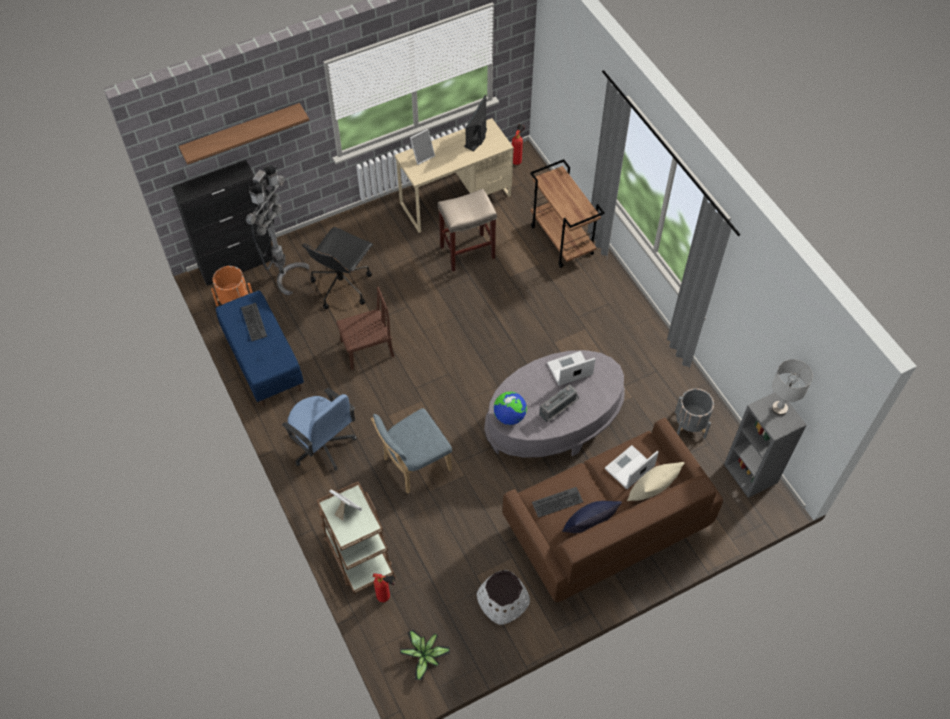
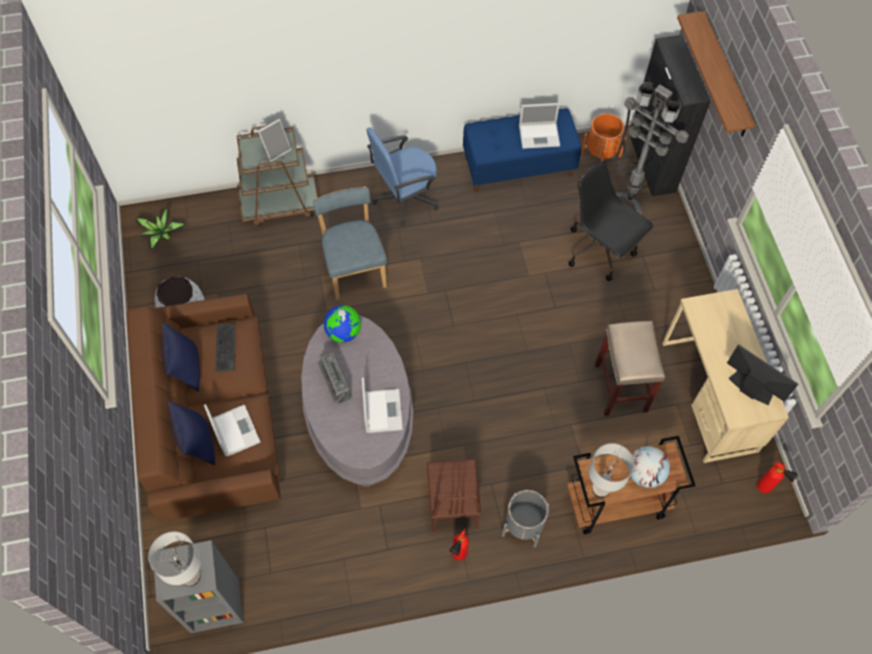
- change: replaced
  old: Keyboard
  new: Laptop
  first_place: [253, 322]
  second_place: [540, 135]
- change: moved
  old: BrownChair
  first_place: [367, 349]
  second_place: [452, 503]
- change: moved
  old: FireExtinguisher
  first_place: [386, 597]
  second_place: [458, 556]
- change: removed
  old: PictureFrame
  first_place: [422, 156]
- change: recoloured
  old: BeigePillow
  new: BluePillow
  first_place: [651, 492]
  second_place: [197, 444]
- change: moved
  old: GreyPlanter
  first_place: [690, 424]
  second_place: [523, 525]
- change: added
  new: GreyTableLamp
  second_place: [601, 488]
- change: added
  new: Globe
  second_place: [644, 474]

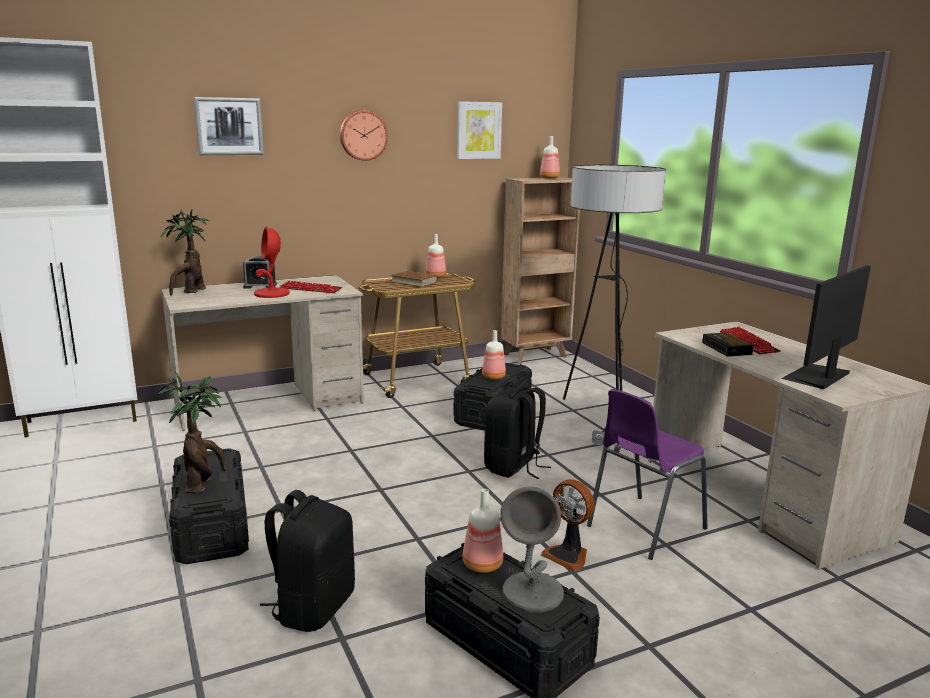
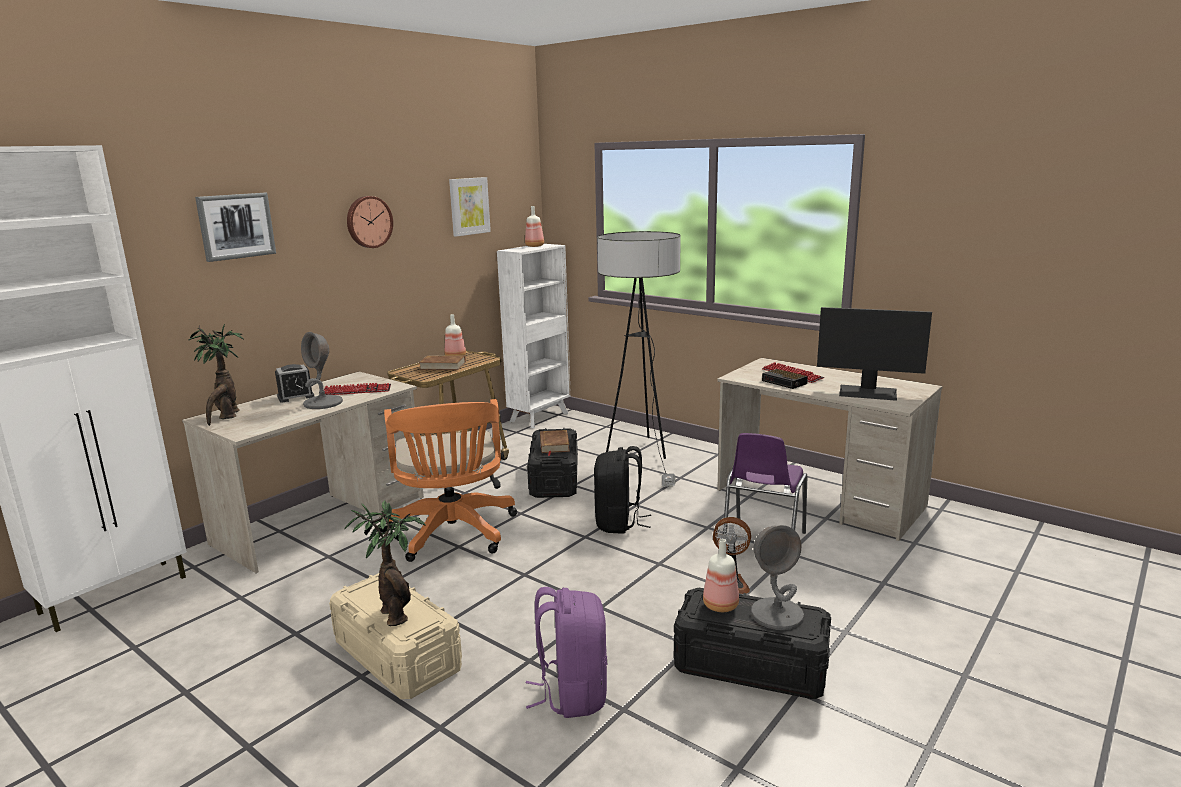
- change: recoloured
  old: BlackStorageBox
  new: BeigeStorageBox
  first_place: [211, 526]
  second_place: [397, 656]
- change: recoloured
  old: RedTableLamp
  new: GreyTableLamp
  first_place: [272, 294]
  second_place: [323, 403]
- change: recoloured
  old: BlackBackpack
  new: PurpleBackpack
  first_place: [313, 607]
  second_place: [572, 693]
- change: replaced
  old: Bottle
  new: BrownBook
  first_place: [493, 377]
  second_place: [554, 445]
- change: recoloured
  old: BrownBookcase
  new: WhiteBookcase
  first_place: [536, 355]
  second_place: [540, 417]
- change: turned
  old: Monitor
  first_place: [817, 376]
  second_place: [868, 393]
  degrees: -90
- change: added
  new: OrangeOfficeChair
  second_place: [453, 534]

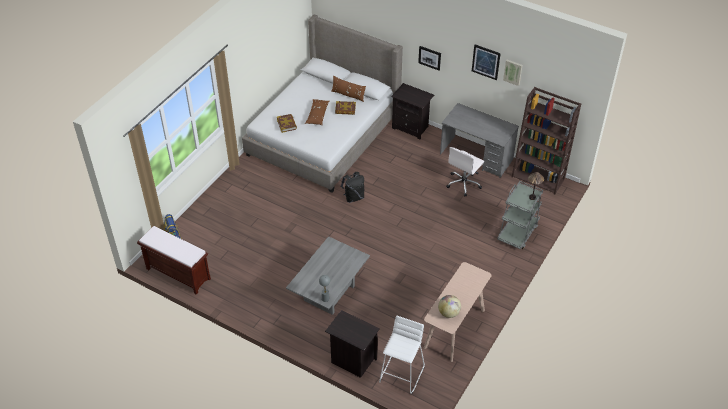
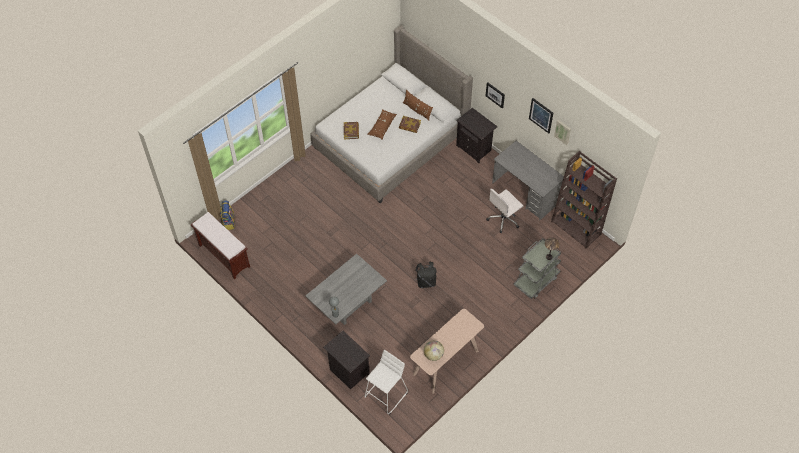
- change: moved
  old: BlackBackpack
  first_place: [353, 197]
  second_place: [426, 282]

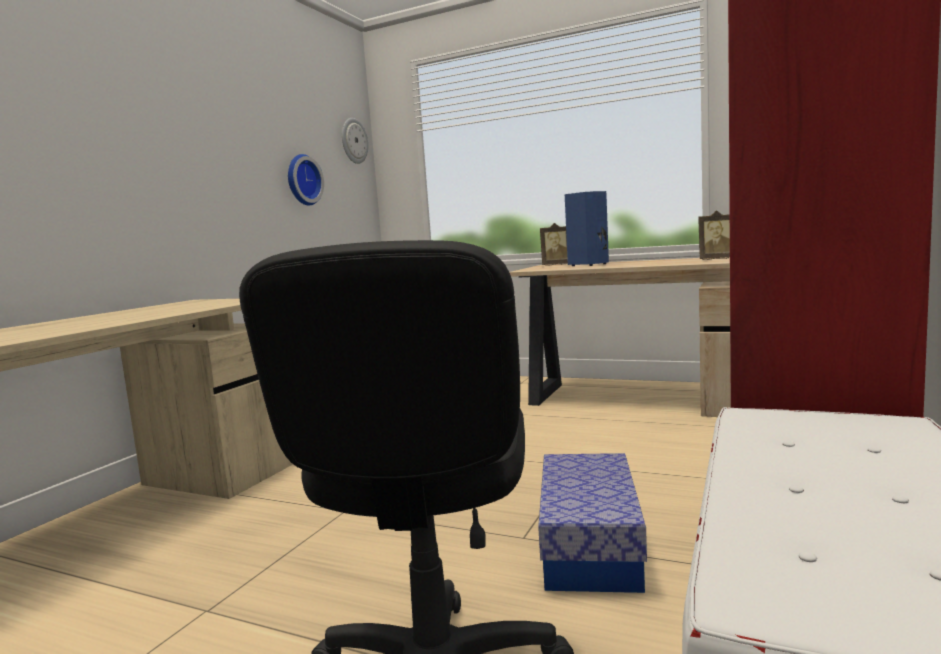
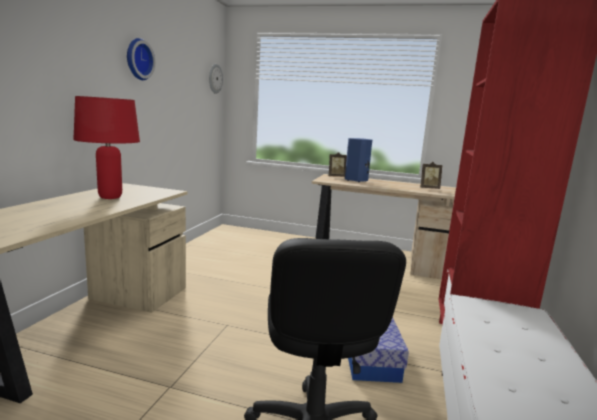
- change: moved
  old: WallClock
  first_place: [302, 180]
  second_place: [137, 59]
- change: added
  new: RedTableLamp
  second_place: [110, 197]

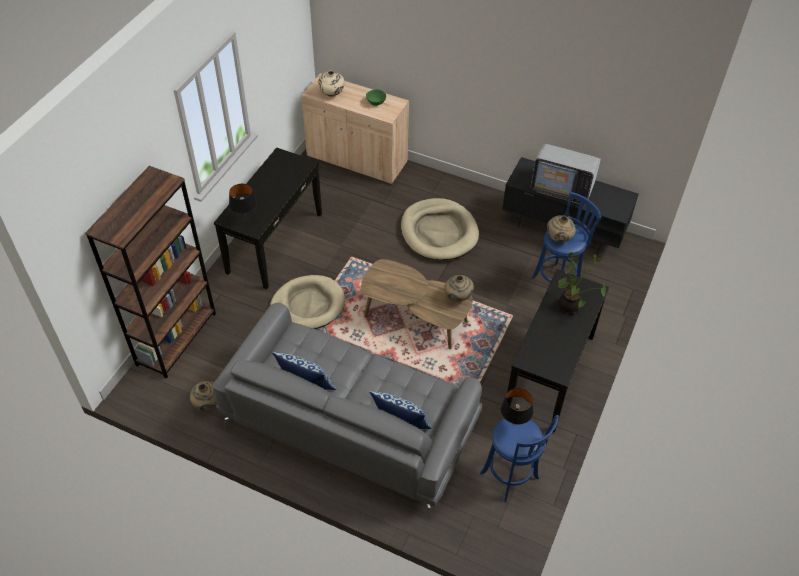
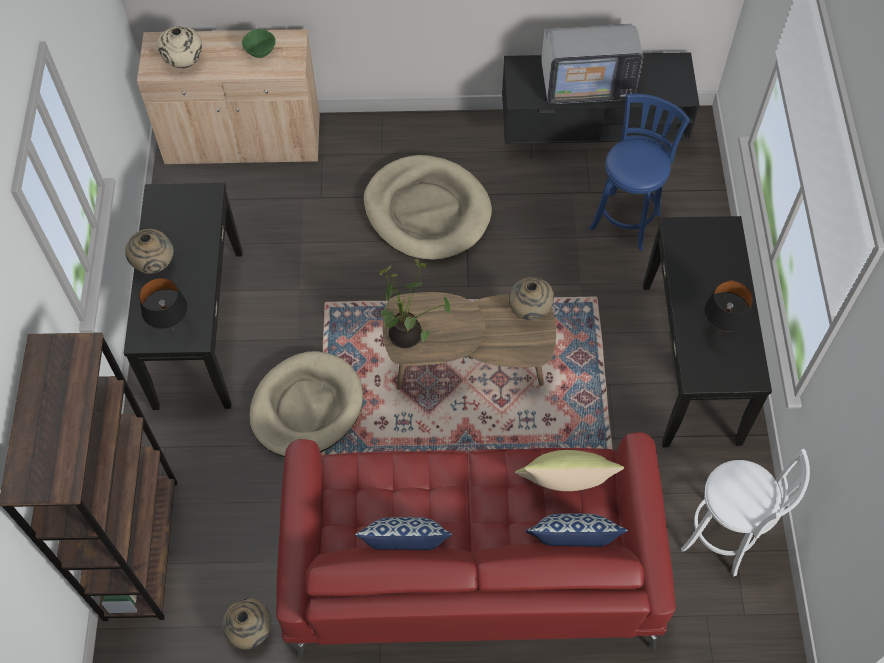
- change: recoloured
  old: GreySofa
  new: RedSofa
  first_place: [349, 423]
  second_place: [469, 562]
- change: recoloured
  old: BlueStool
  new: WhiteStool
  first_place: [511, 478]
  second_place: [724, 537]
- change: moved
  old: BlackTableLamp
  first_place: [513, 425]
  second_place: [718, 332]
- change: moved
  old: BeigeVase
  first_place: [558, 239]
  second_place: [154, 265]
- change: moved
  old: PottedPlant
  first_place: [571, 307]
  second_place: [408, 334]
- change: added
  new: YellowPillow
  second_place: [564, 485]

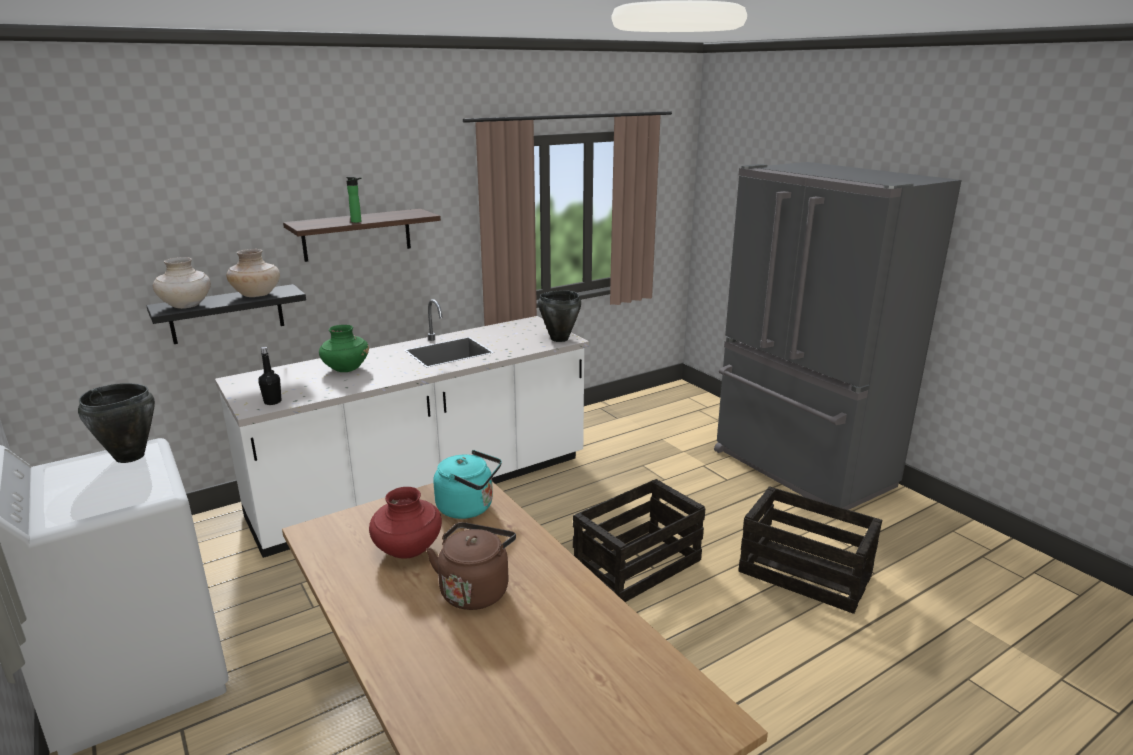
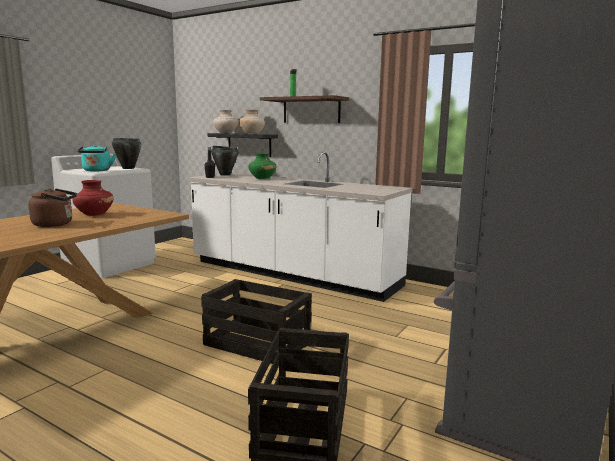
- change: moved
  old: TurquoiseKettle
  first_place: [469, 508]
  second_place: [96, 171]
- change: moved
  old: BlackCookingPot
  first_place: [559, 339]
  second_place: [225, 175]

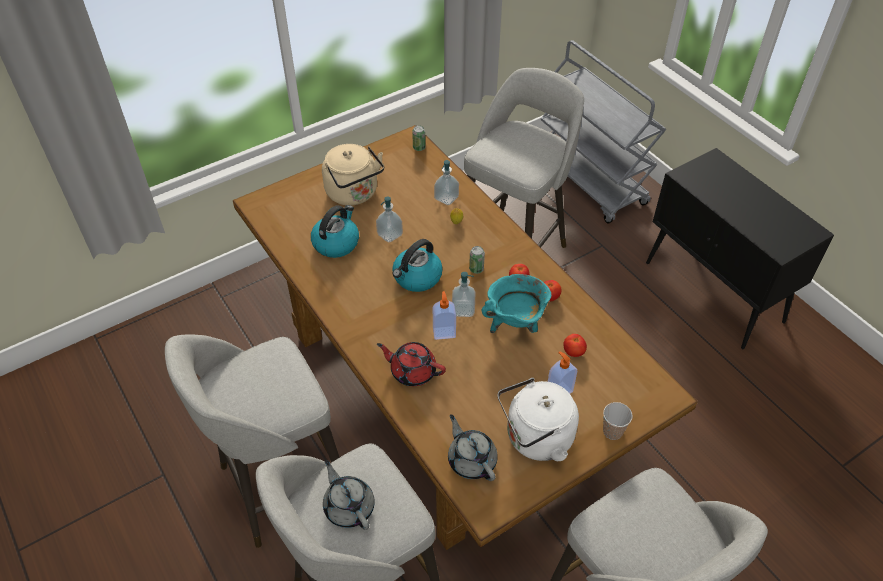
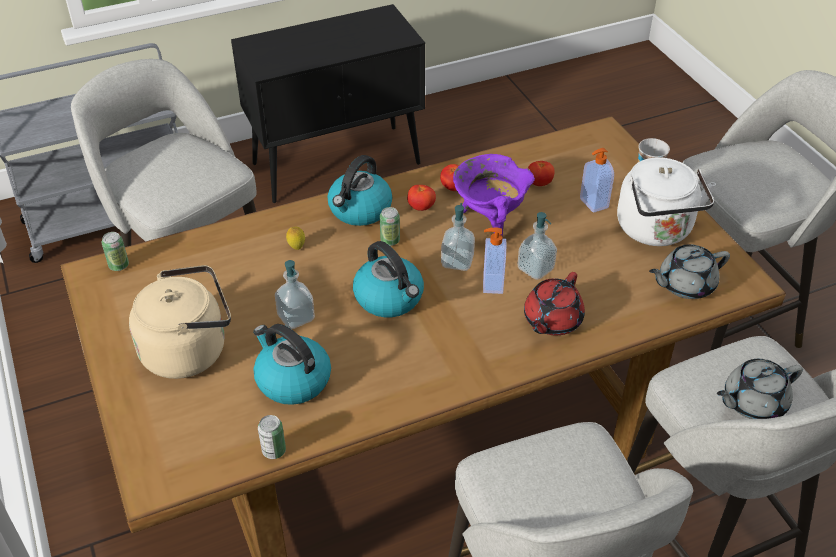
- change: moved
  old: SoapDispenser
  first_place: [446, 198]
  second_place: [535, 269]
- change: recoloured
  old: TurquoiseCookingPot
  new: PurpleCookingPot
  first_place: [515, 324]
  second_place: [490, 221]
- change: added
  new: Can
  second_place: [274, 451]
- change: added
  new: Kettle
  second_place: [360, 210]

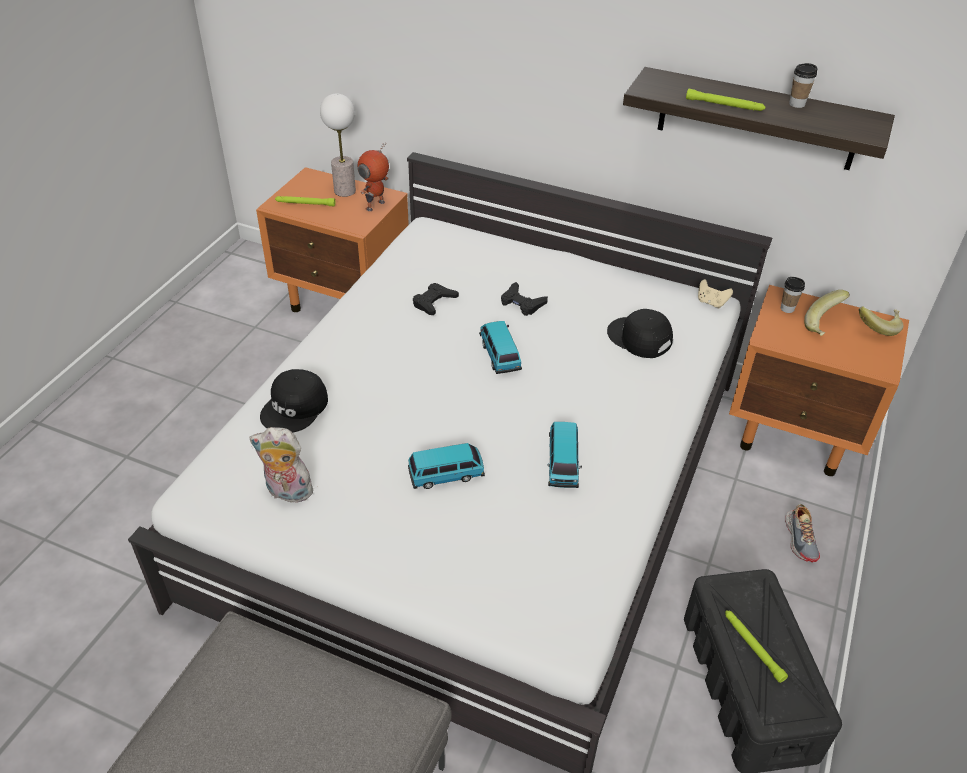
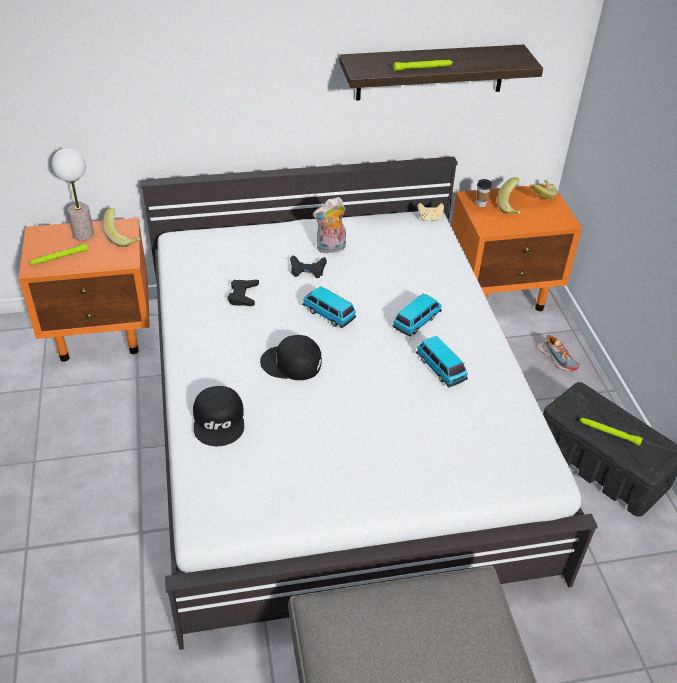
- change: moved
  old: PlushToy
  first_place: [287, 493]
  second_place: [331, 249]
- change: replaced
  old: ToyRobot
  new: Banana
  first_place: [376, 206]
  second_place: [123, 237]
- change: moved
  old: ToyCar
  first_place: [446, 475]
  second_place: [416, 321]
- change: moved
  old: BlackCap
  first_place: [639, 338]
  second_place: [291, 363]
- change: removed
  old: Cup
  first_place: [797, 104]

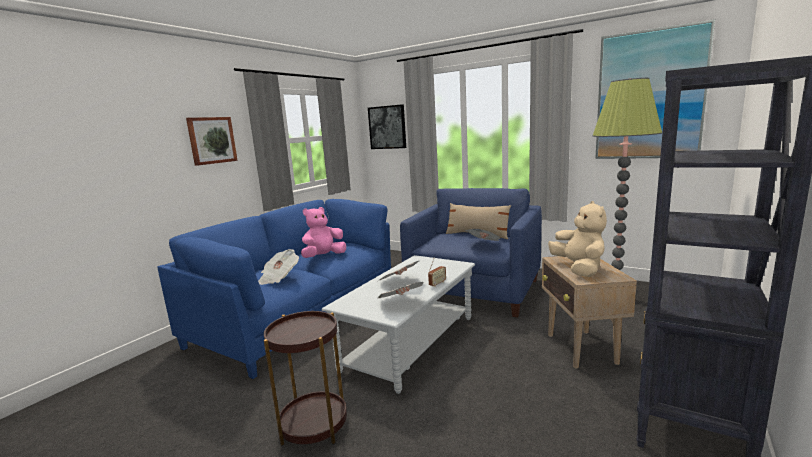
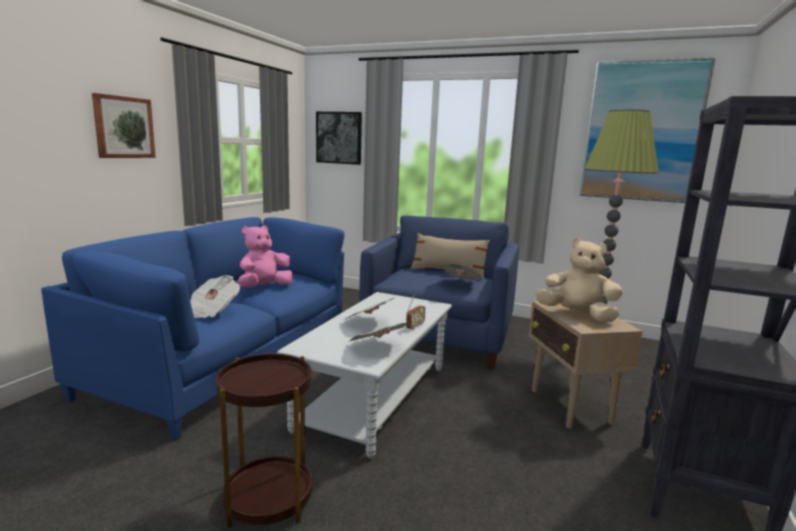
- change: turned
  old: BeigePlushToy
  first_place: [579, 269]
  second_place: [577, 315]
  degrees: -45

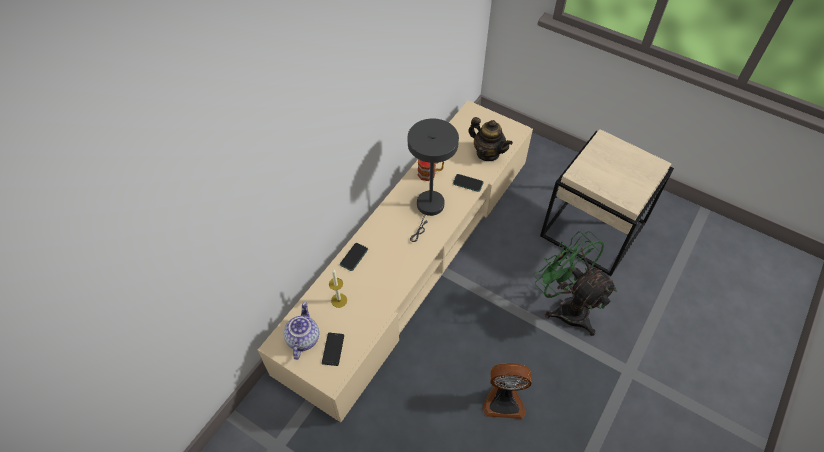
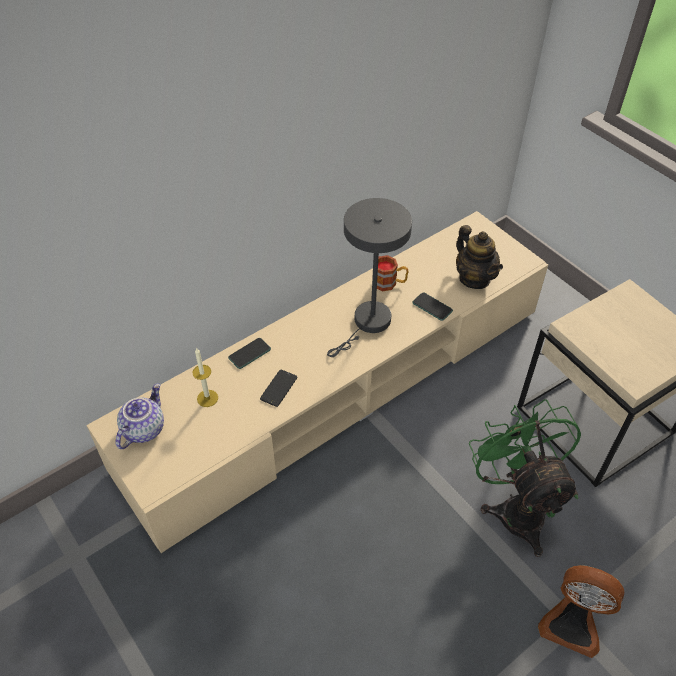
- change: moved
  old: Phone
  first_place: [333, 349]
  second_place: [278, 388]
- change: moved
  old: Fan
  first_place: [504, 400]
  second_place: [572, 624]

